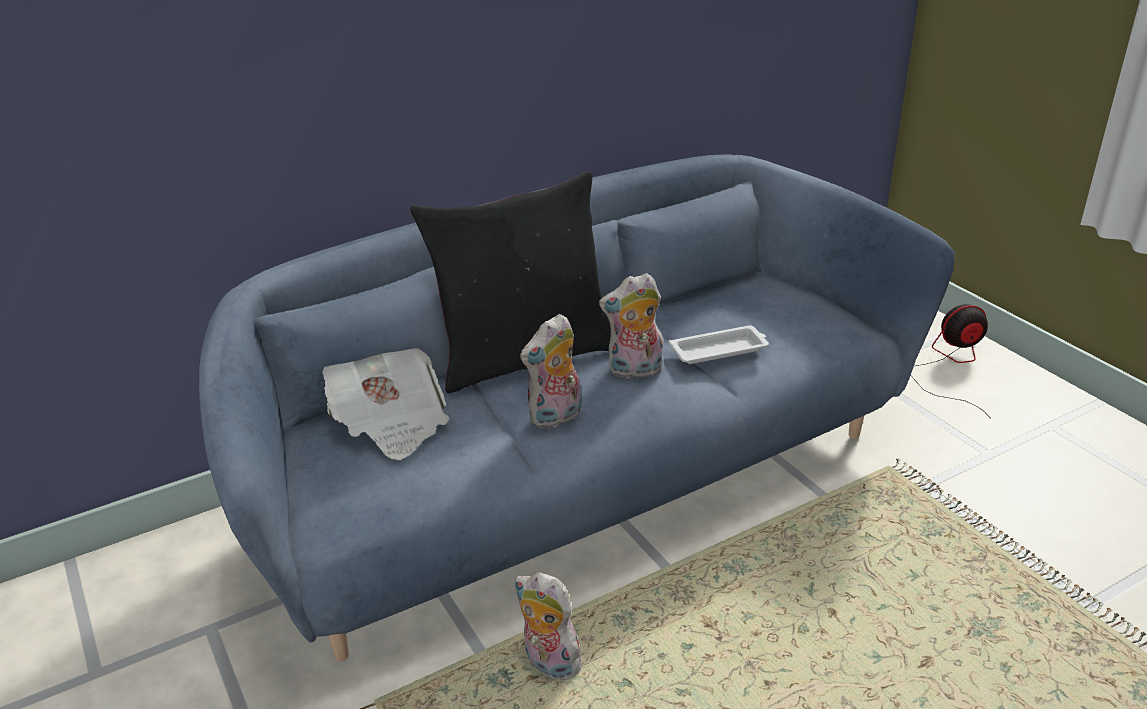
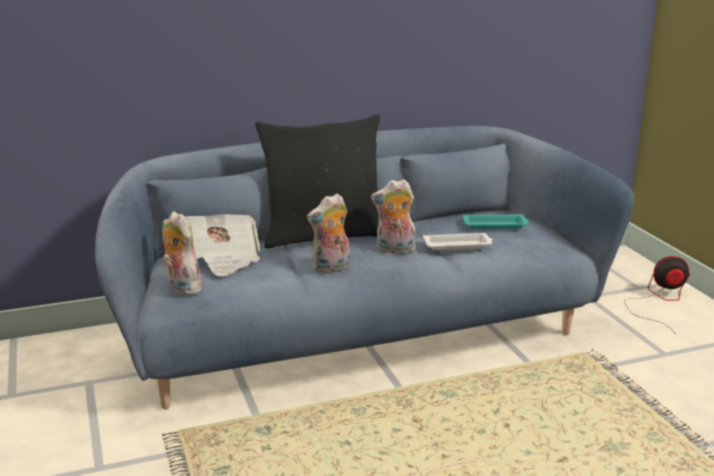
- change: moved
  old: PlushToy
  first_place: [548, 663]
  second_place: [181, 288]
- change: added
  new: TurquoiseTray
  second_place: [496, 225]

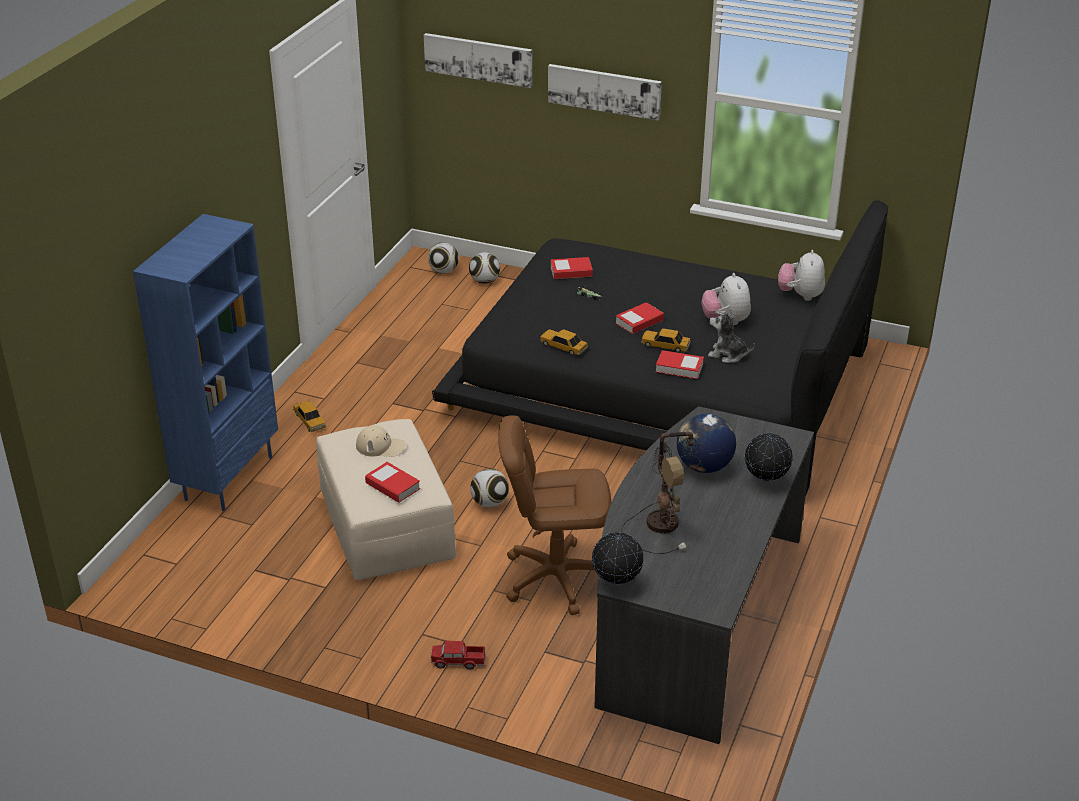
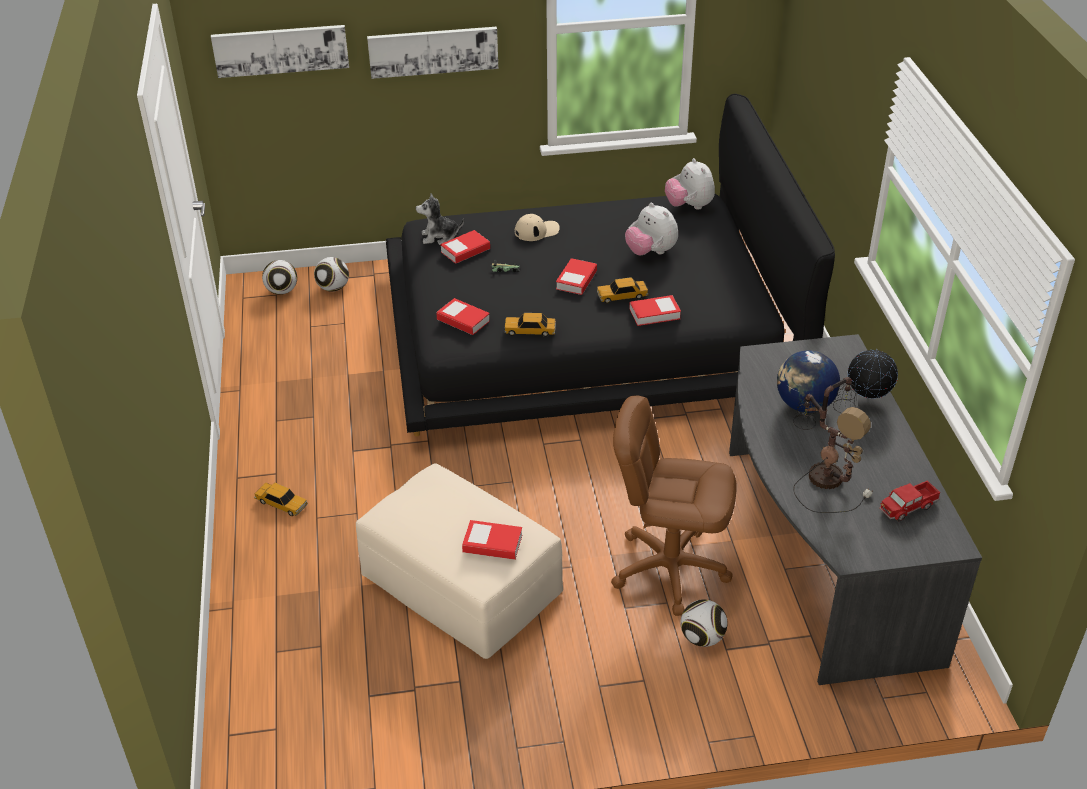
- change: removed
  old: BlueBookcase
  first_place: [228, 477]
- change: moved
  old: BeigeCap
  first_place: [381, 446]
  second_place: [536, 231]
- change: moved
  old: ToyTruck
  first_place: [458, 661]
  second_place: [908, 507]
- change: moved
  old: Football
  first_place: [489, 502]
  second_place: [701, 638]
- change: turned
  old: BrownOfficeChair
  first_place: [555, 577]
  second_place: [669, 569]
  degrees: 45
- change: removed
  old: Globe
  first_place: [617, 583]
- change: moved
  old: PlushToy
  first_place: [727, 355]
  second_place: [439, 237]
- change: added
  new: Book
  second_place: [463, 320]

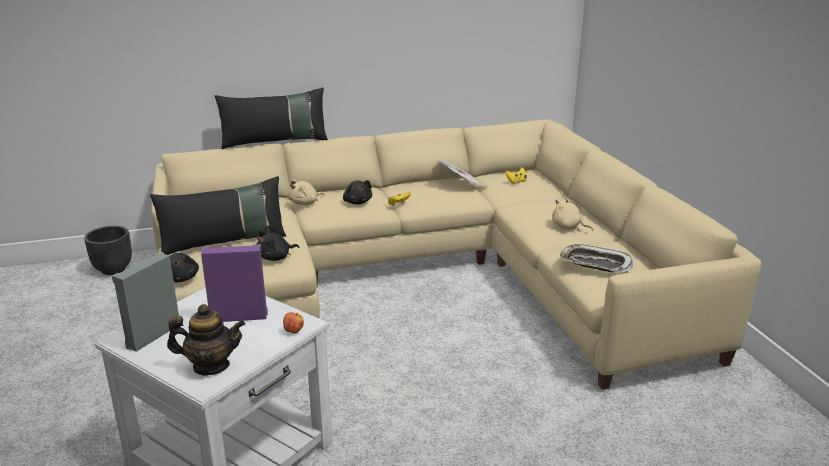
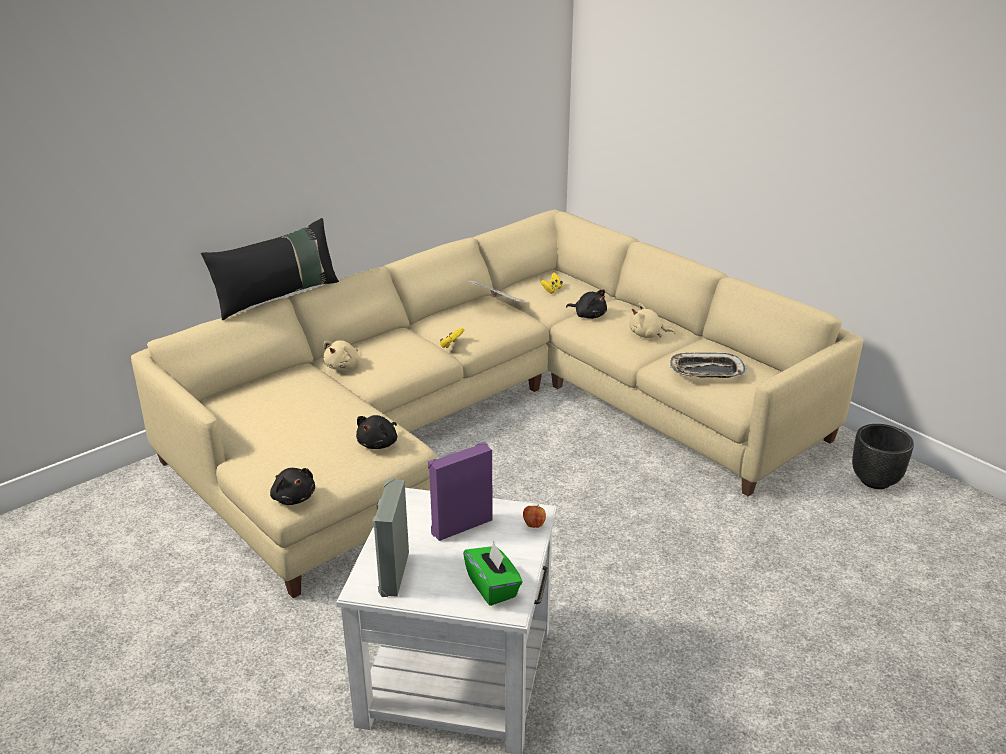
- change: moved
  old: BlackPlanter
  first_place: [113, 270]
  second_place: [875, 481]
- change: removed
  old: BlackPillow
  first_place: [224, 242]
- change: replaced
  old: Teapot
  new: GreenTissueBox
  first_place: [211, 366]
  second_place: [493, 587]
- change: moved
  old: BlackPlushToy
  first_place: [357, 202]
  second_place: [588, 315]

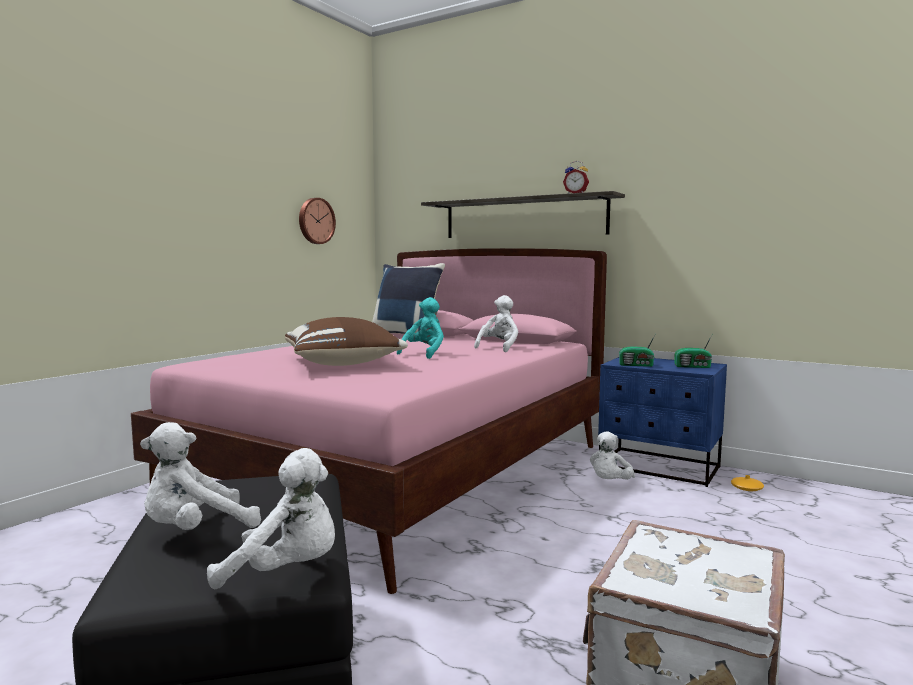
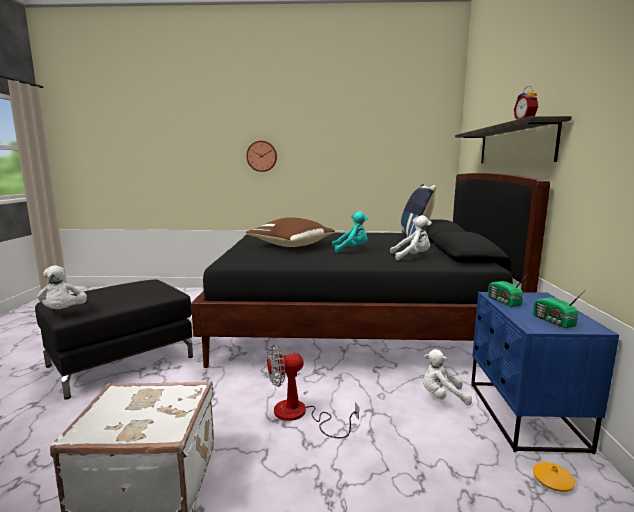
- change: recoloured
  old: PinkBed
  new: BlackBed
  first_place: [403, 473]
  second_place: [353, 327]
- change: removed
  old: WhitePlushToy
  first_place: [196, 531]
- change: moved
  old: WallClock
  first_place: [315, 221]
  second_place: [262, 156]
- change: added
  new: Fan
  second_place: [300, 415]

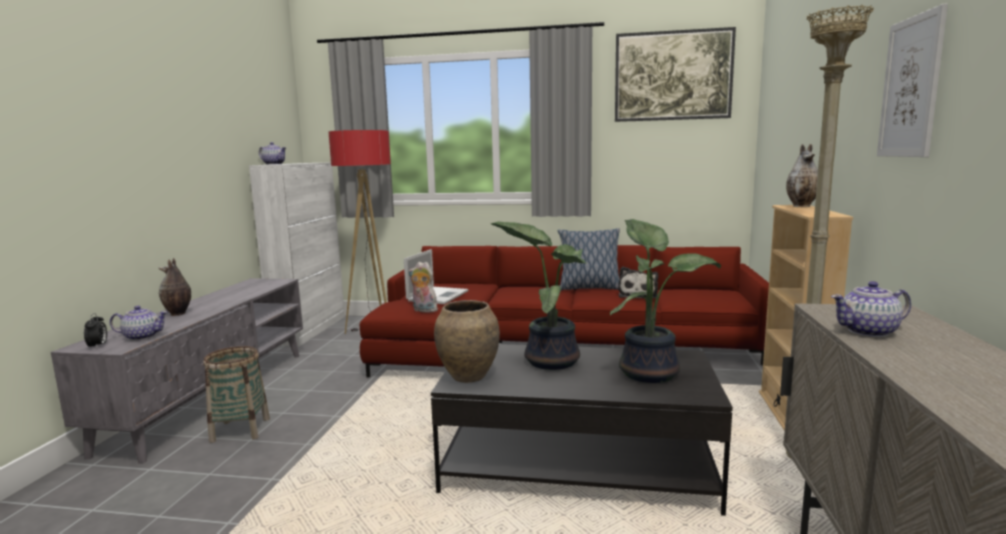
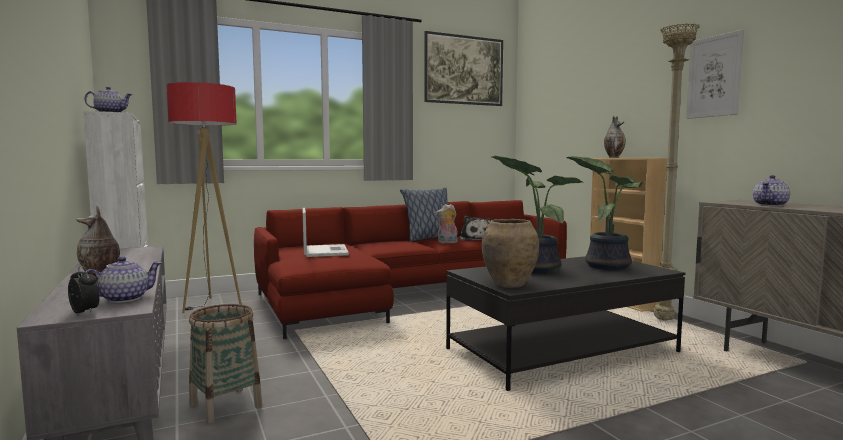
- change: moved
  old: PlushToy
  first_place: [423, 310]
  second_place: [447, 242]

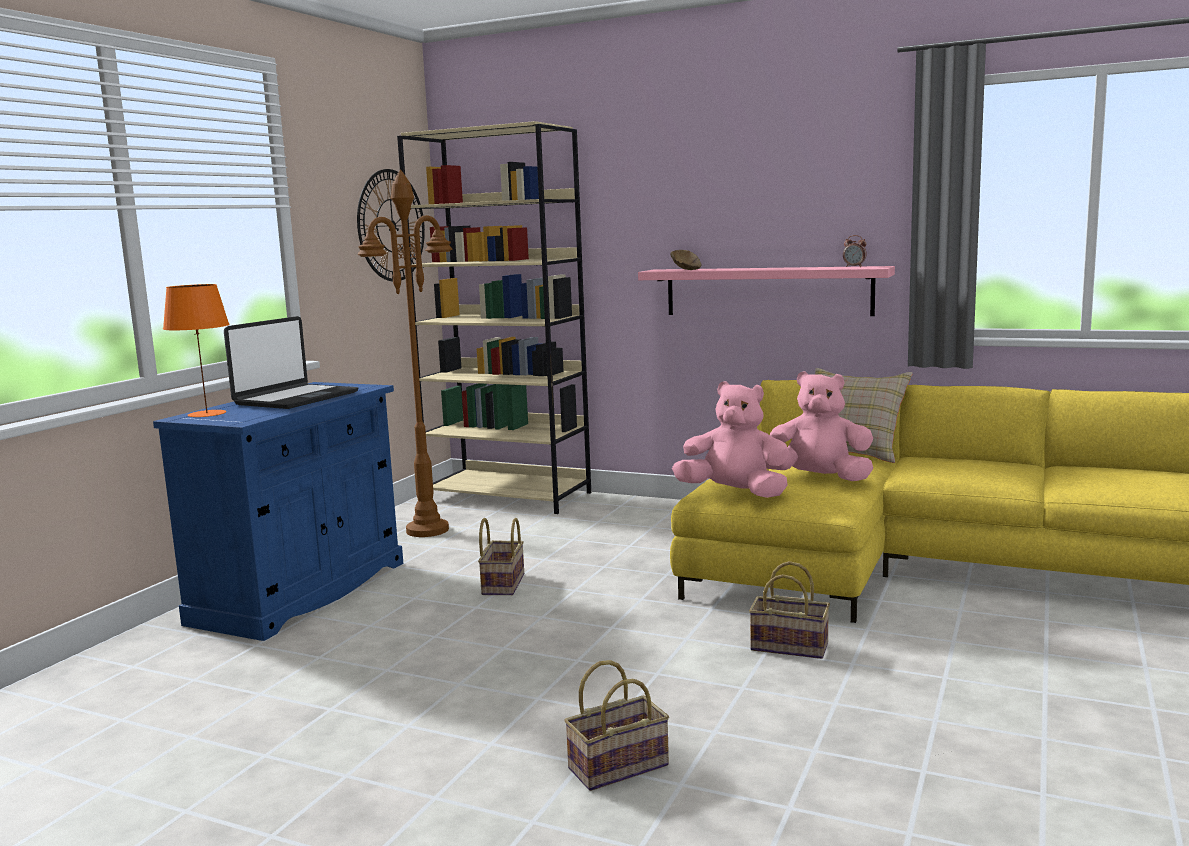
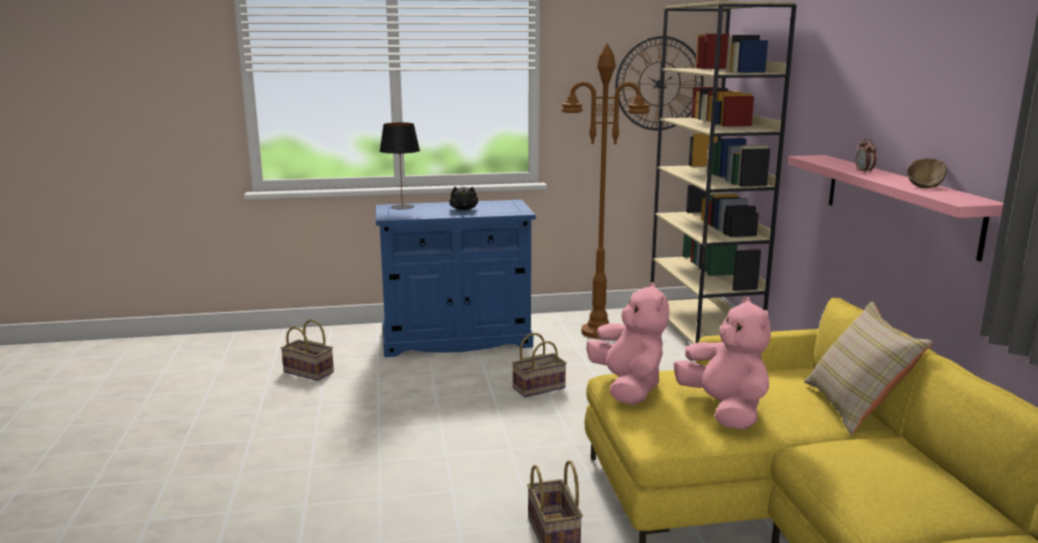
- change: recoloured
  old: OrangeTableLamp
  new: BlackTableLamp
  first_place: [206, 414]
  second_place: [401, 207]
- change: replaced
  old: Laptop
  new: BlackPlushToy
  first_place: [295, 398]
  second_place: [464, 209]
- change: moved
  old: Basket
  first_place: [619, 765]
  second_place: [310, 372]
- change: moved
  old: BrownBowl
  first_place: [686, 269]
  second_place: [923, 185]
- change: moved
  old: AlarmClock
  first_place: [854, 267]
  second_place: [864, 172]

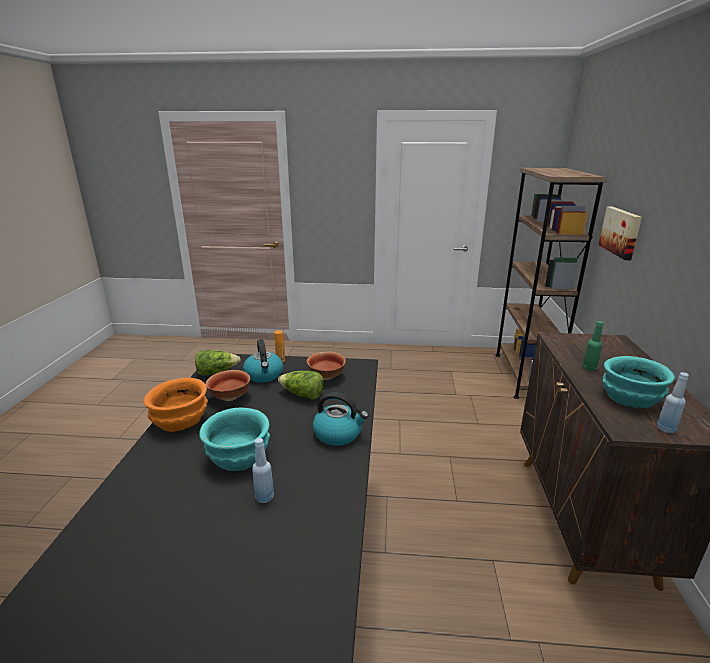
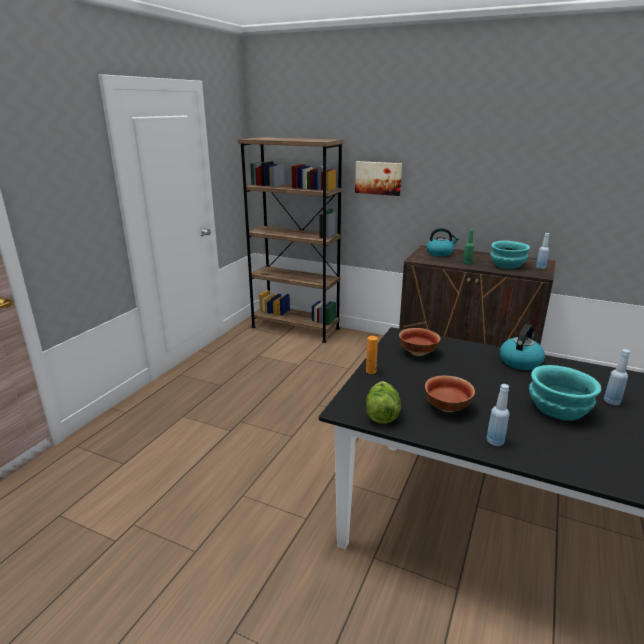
- change: replaced
  old: OrangeBowl
  new: BlueBottle
  first_place: [180, 421]
  second_place: [495, 441]
- change: moved
  old: Kettle
  first_place: [264, 375]
  second_place: [440, 253]
- change: removed
  old: Lettuce
  first_place: [302, 395]

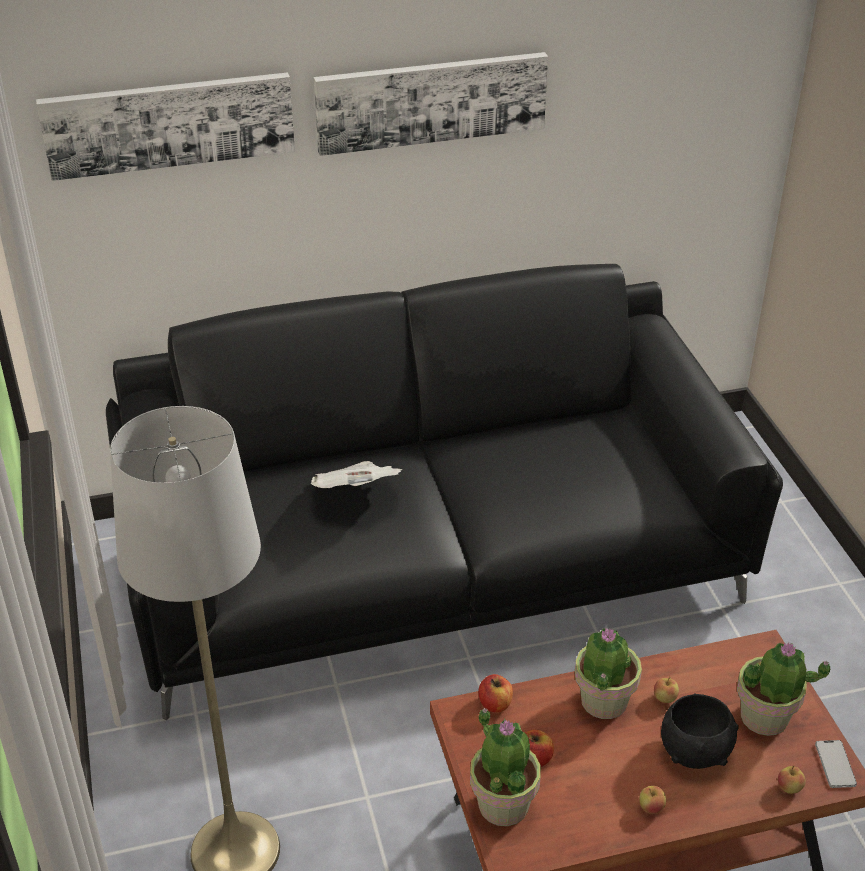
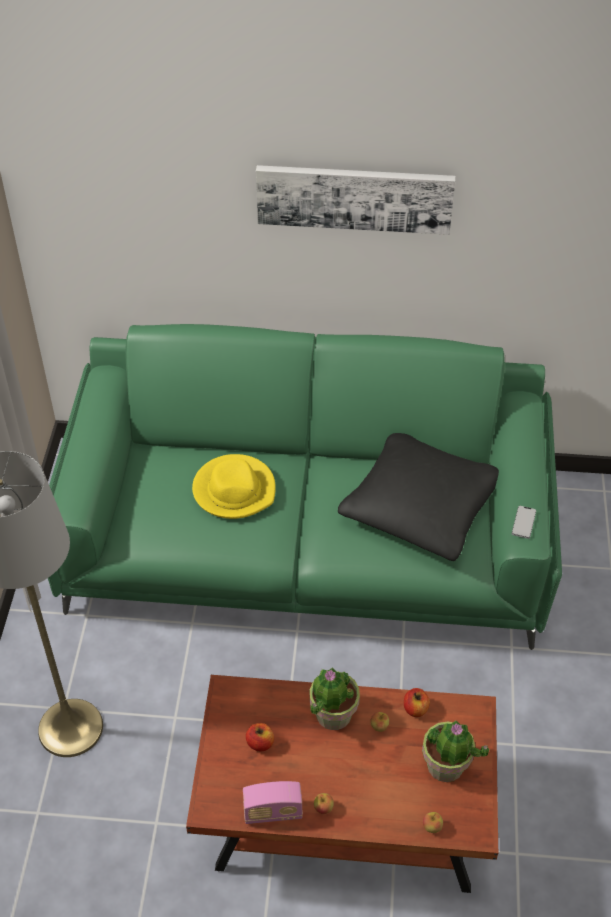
- change: removed
  old: Picture
  first_place: [169, 123]
- change: recoloured
  old: BlackSofa
  new: GreenSofa
  first_place: [434, 563]
  second_place: [307, 545]
- change: replaced
  old: Newspaper
  new: YellowHat
  first_place: [356, 494]
  second_place: [234, 490]
- change: removed
  old: PottedPlant
  first_place: [503, 804]
- change: moved
  old: Apple
  first_place: [495, 704]
  second_place: [415, 709]
- change: removed
  old: BlackBowl
  first_place: [695, 752]
- change: moved
  old: Phone
  first_place: [835, 764]
  second_place: [523, 522]
- change: added
  new: Radio
  second_place: [273, 812]
- change: added
  new: BlackPillow
  second_place: [420, 508]

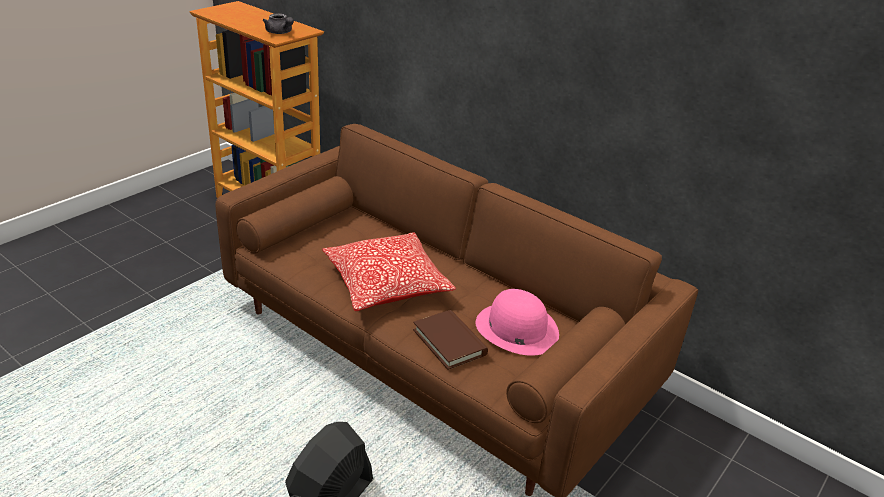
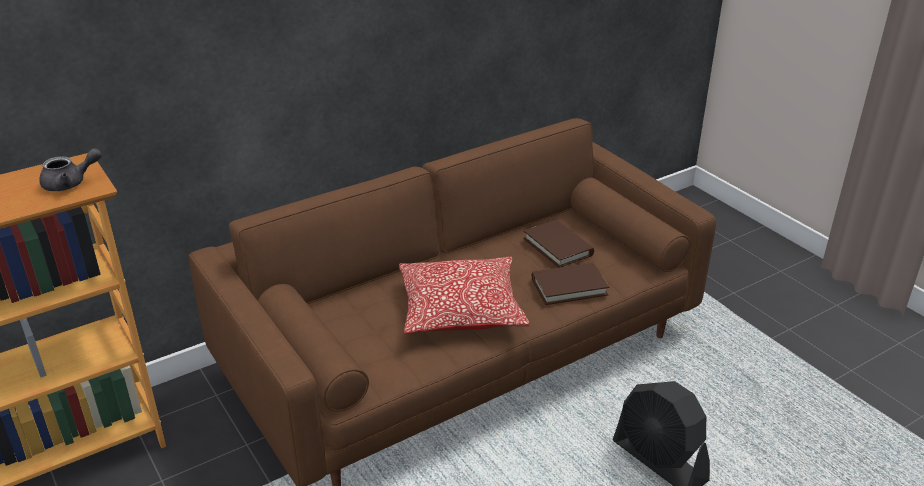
- change: replaced
  old: PinkHat
  new: BrownBook
  first_place: [516, 328]
  second_place: [558, 247]

